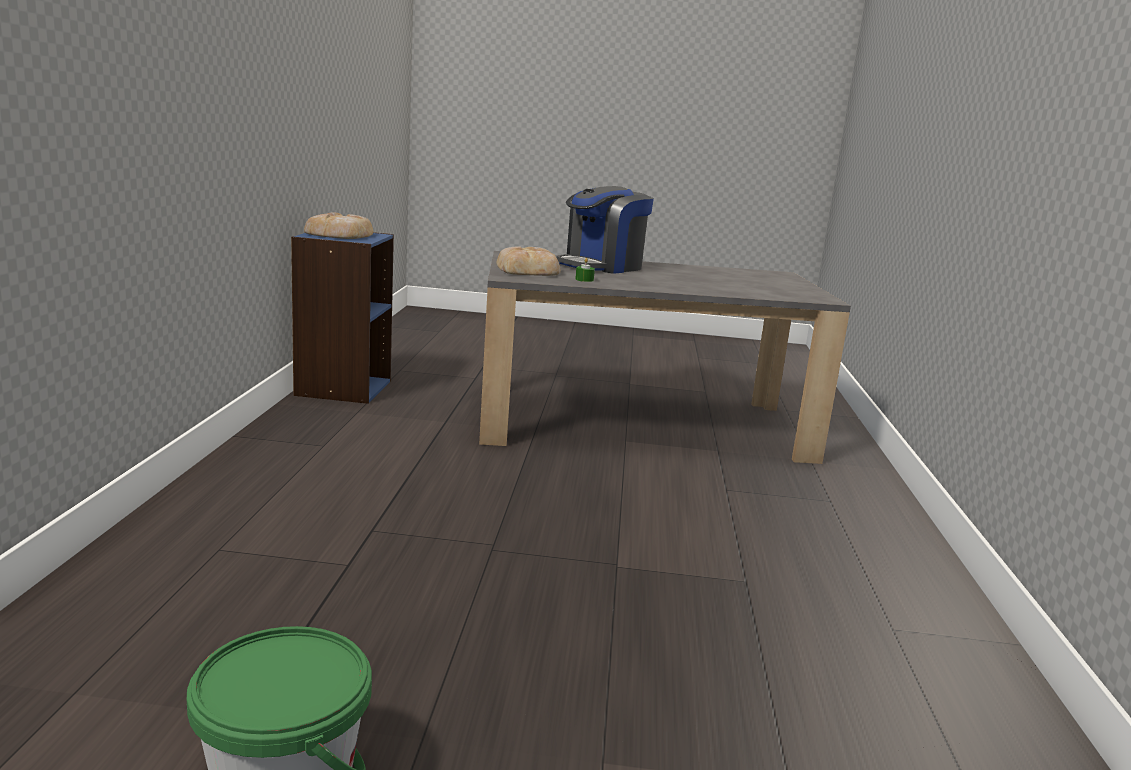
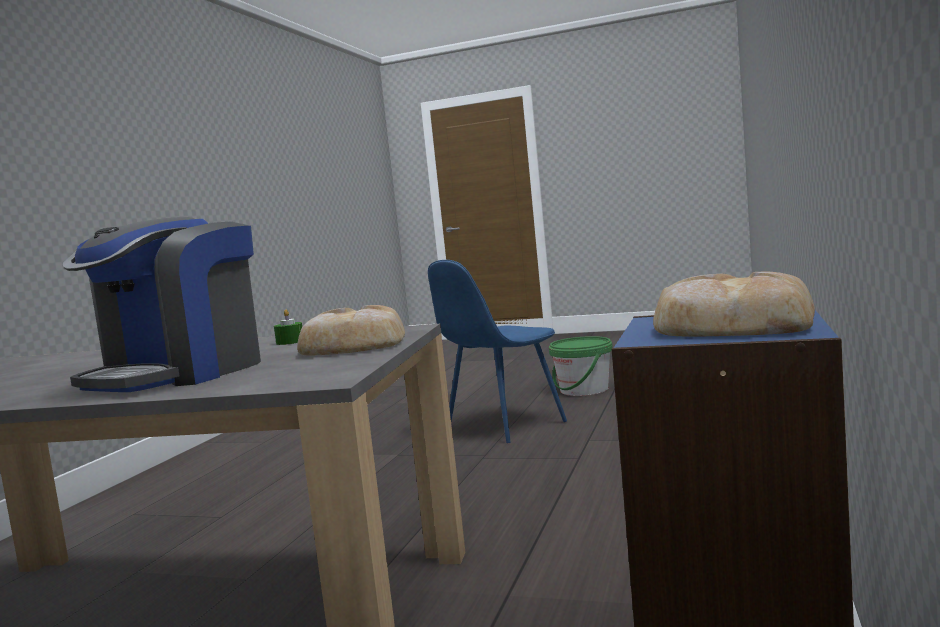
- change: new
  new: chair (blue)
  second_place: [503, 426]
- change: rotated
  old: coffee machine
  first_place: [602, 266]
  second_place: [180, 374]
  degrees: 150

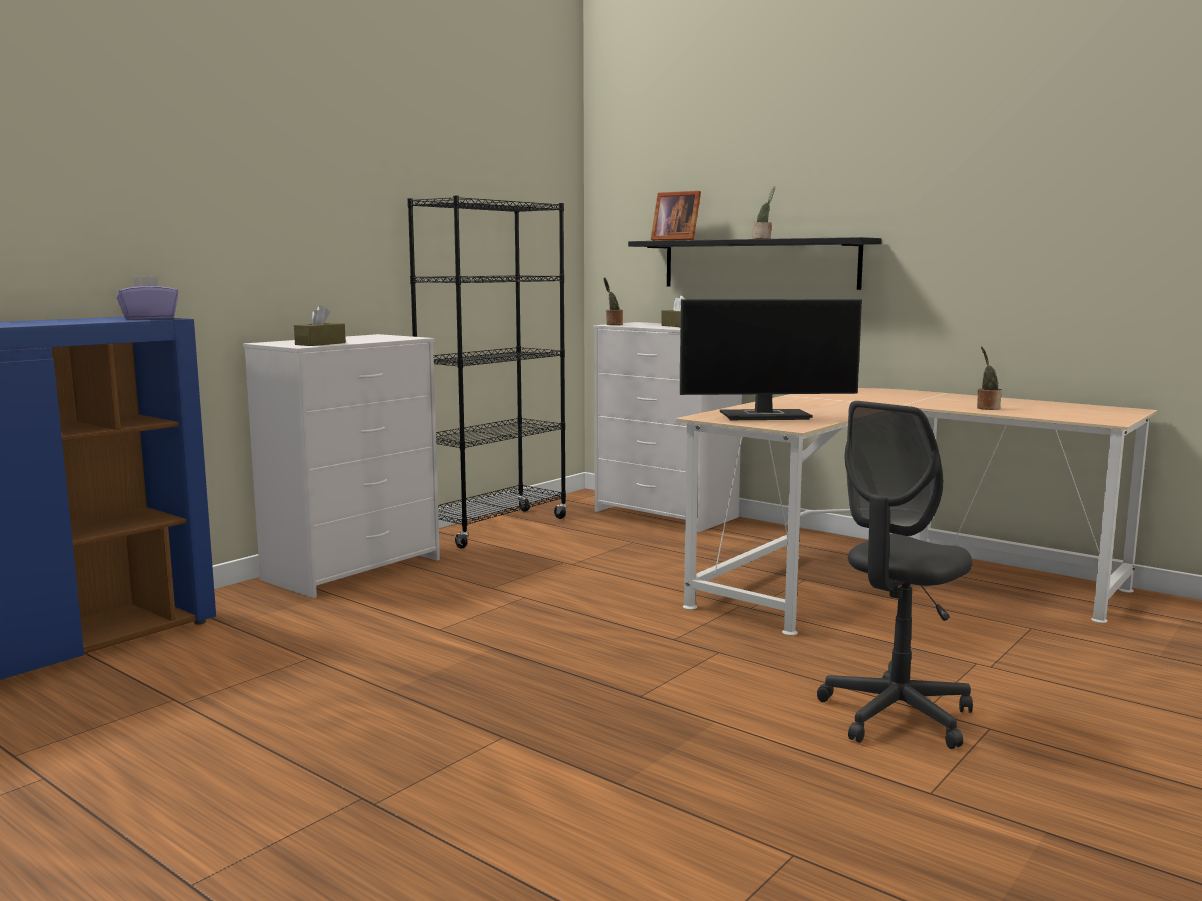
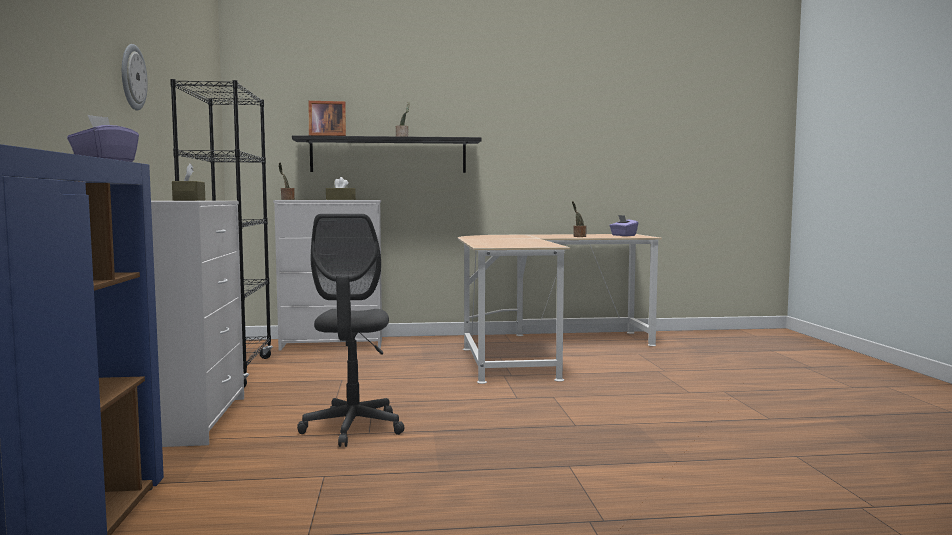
- change: gone
  old: monitor
  first_place: [766, 416]
- change: new
  new: wall clock
  second_place: [132, 77]
- change: new
  new: tissue box (purple)
  second_place: [623, 235]
- change: shifted
  old: office chair (grey)
  first_place: [896, 716]
  second_place: [353, 428]

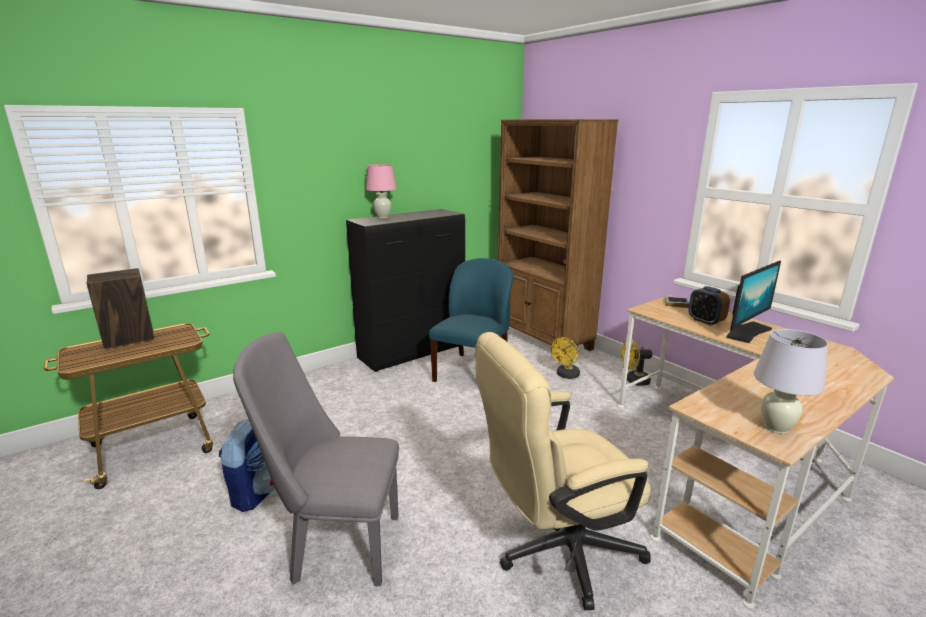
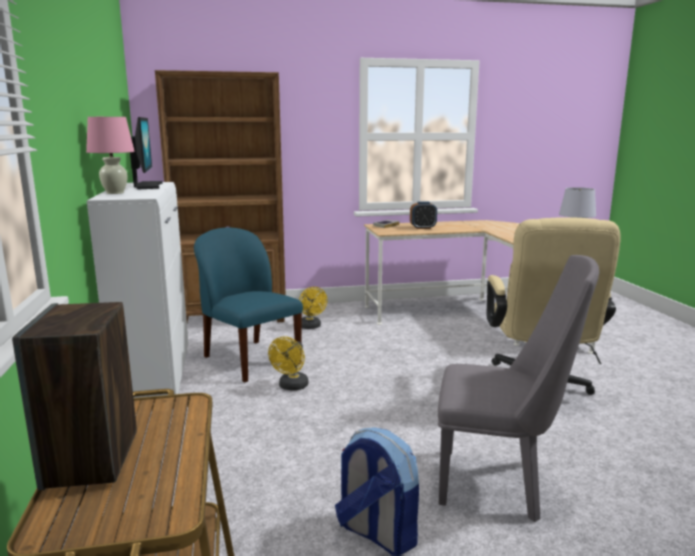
- change: shifted
  old: fan (yellow)
  first_place: [633, 381]
  second_place: [291, 387]
- change: shifted
  old: monitor
  first_place: [746, 332]
  second_place: [147, 186]
- change: repainted
  old: cabinet (black)
  new: cabinet (white)
  first_place: [413, 352]
  second_place: [155, 380]
- change: rotated
  old: chair (grey)
  first_place: [337, 546]
  second_place: [500, 484]
  degrees: -105

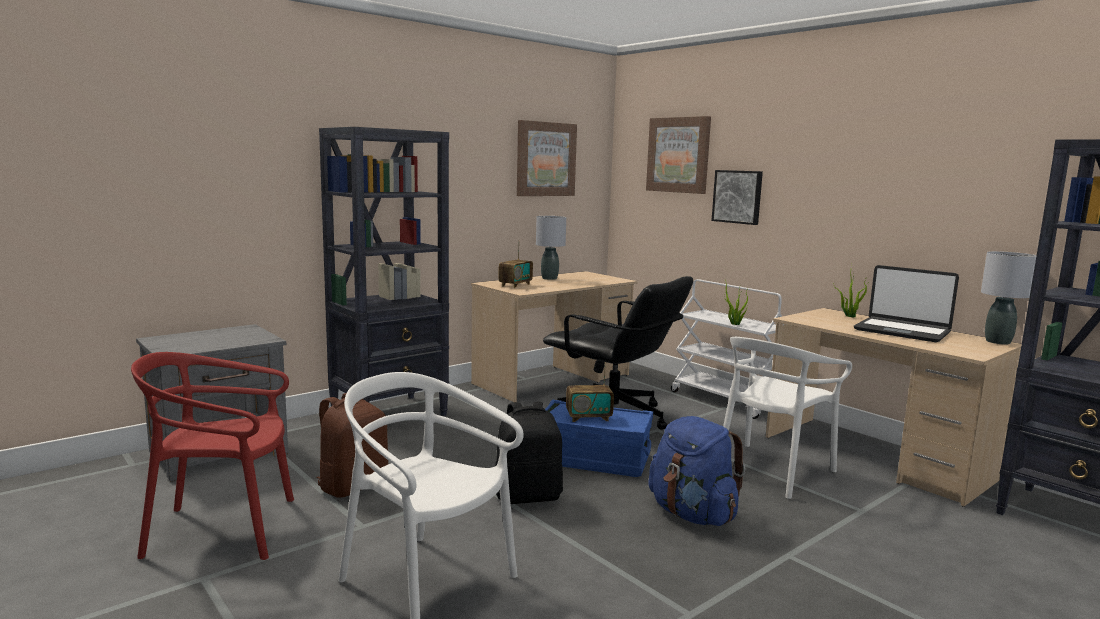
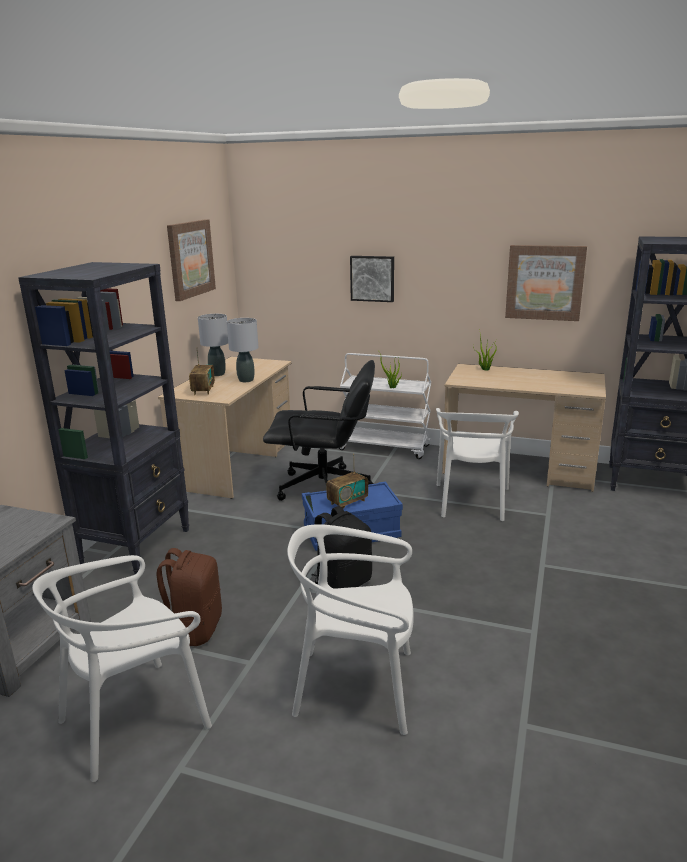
- change: gone
  old: backpack (blue)
  first_place: [692, 514]
- change: gone
  old: laptop
  first_place: [902, 331]
- change: shifted
  old: picture
  first_place: [678, 155]
  second_place: [545, 282]
- change: shifted
  old: table lamp (grey)
  first_place: [998, 342]
  second_place: [246, 380]
- change: repainted
  old: chair (red)
  new: chair (white)
  first_place: [223, 530]
  second_place: [135, 719]

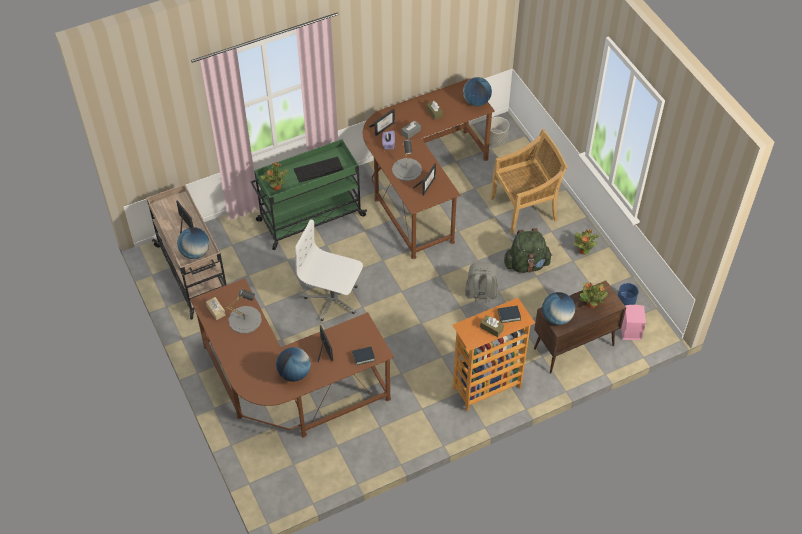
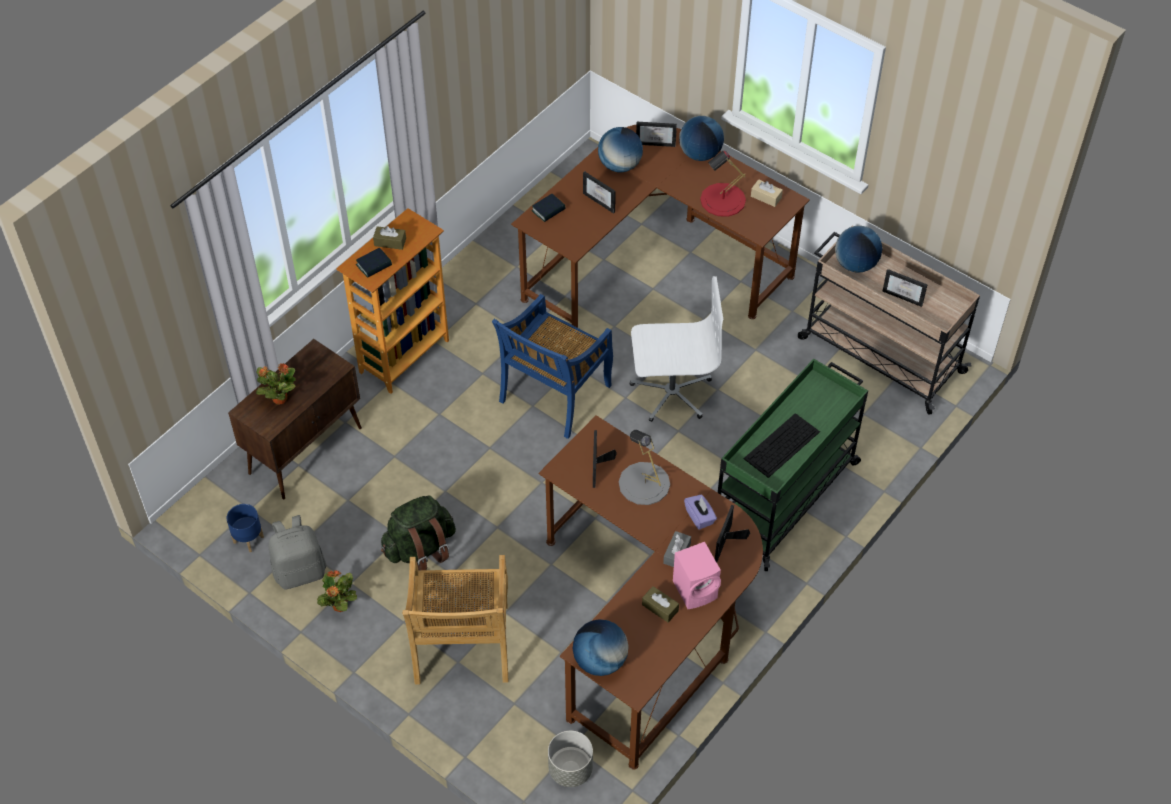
- change: gone
  old: potted plant
  first_place: [276, 187]
- change: new
  new: chair (blue)
  second_place: [554, 395]
- change: new
  new: picture frame
  second_place: [656, 142]
- change: shifted
  old: backpack (grey)
  first_place: [480, 295]
  second_place: [300, 571]
- change: shifted
  old: globe
  first_place: [556, 318]
  second_place: [700, 154]
- change: shifted
  old: speaker (pink)
  first_place: [629, 331]
  second_place: [696, 589]
- change: repainted
  old: table lamp (grey)
  new: table lamp (red)
  first_place: [245, 319]
  second_place: [723, 200]
- change: rotated
  old: chair (beige)
  first_place: [525, 208]
  second_place: [462, 646]
  degrees: -45

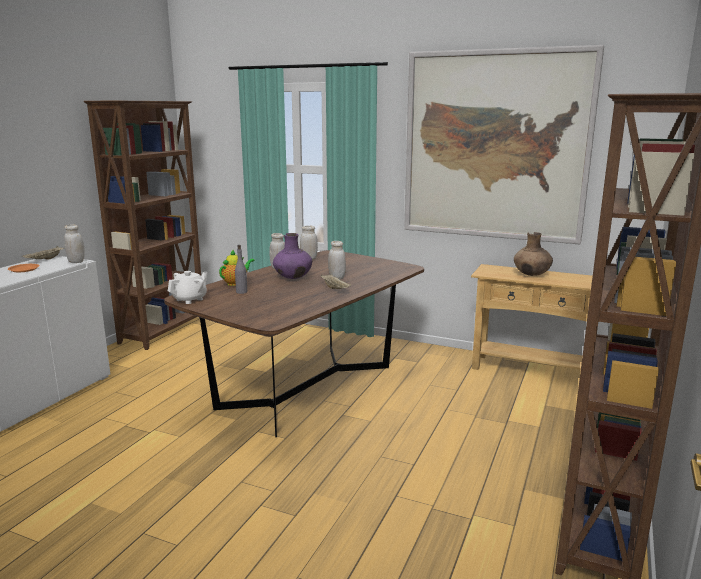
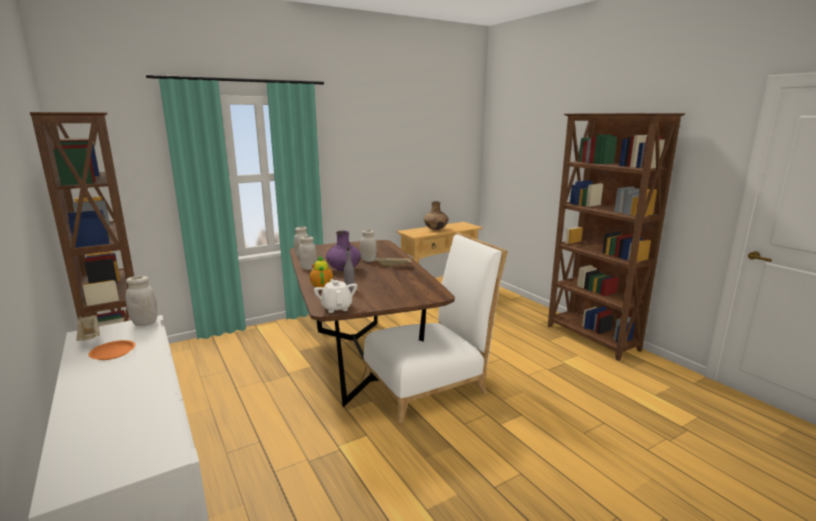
- change: gone
  old: picture
  first_place: [495, 146]
- change: new
  new: chair (white)
  second_place: [430, 383]

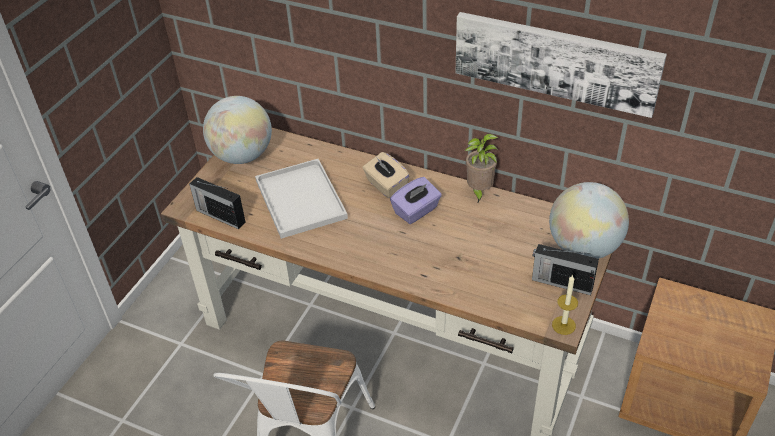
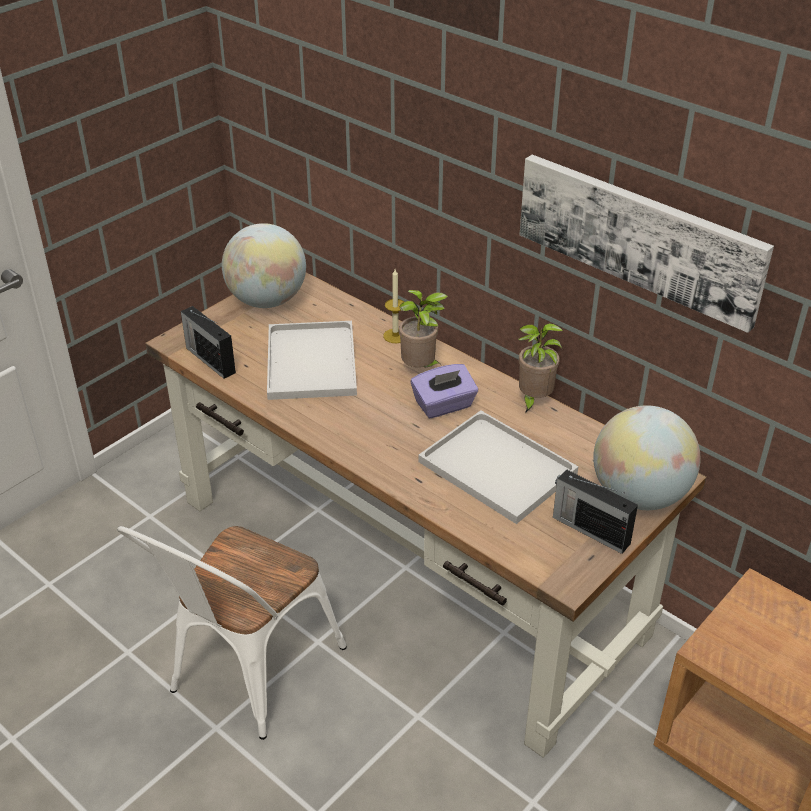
- change: new
  new: tray (white)
  second_place: [500, 468]
- change: shifted
  old: candle
  first_place: [563, 325]
  second_place: [395, 336]
- change: swapped
  old: tissue box (beige)
  new: potted plant
  first_place: [386, 185]
  second_place: [420, 369]

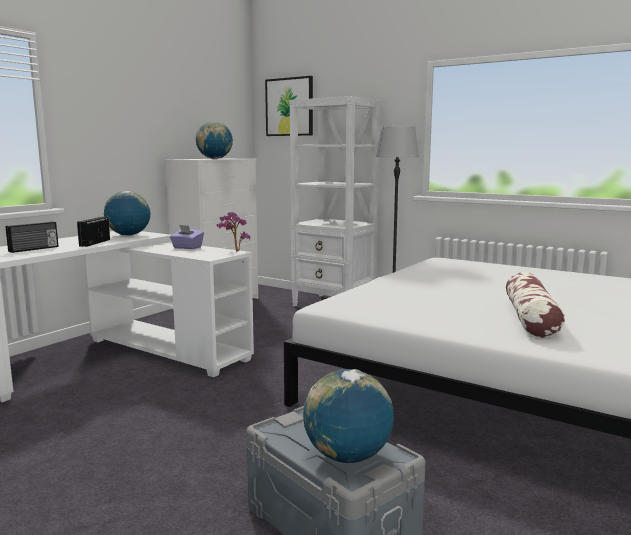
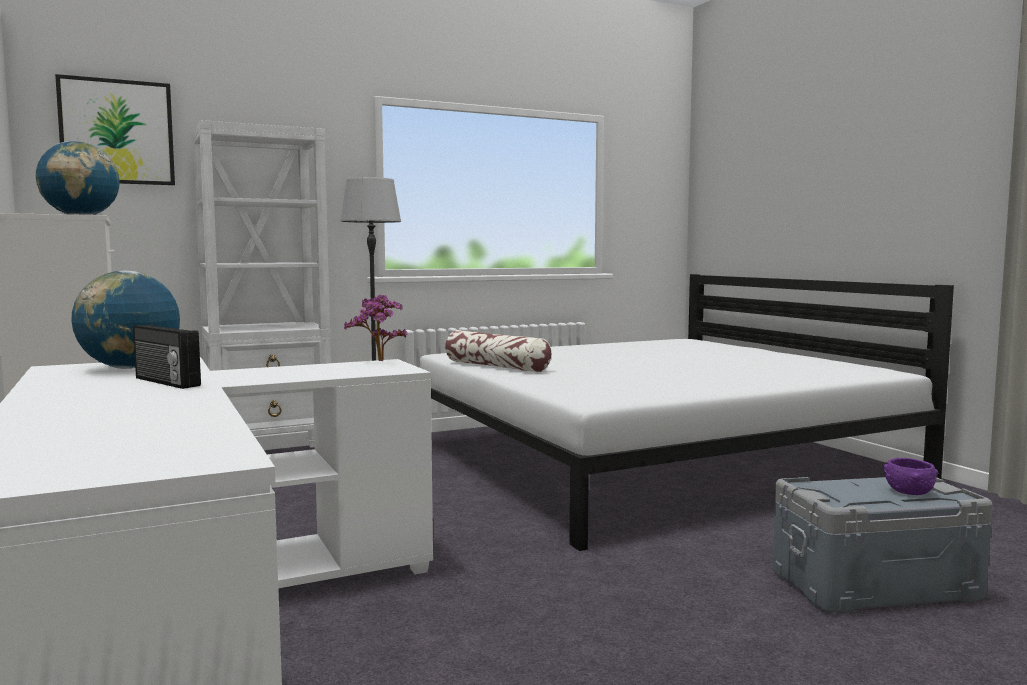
- change: gone
  old: radio
  first_place: [34, 249]
- change: gone
  old: tissue box (purple)
  first_place: [187, 247]
- change: shifted
  old: pillow
  first_place: [530, 318]
  second_place: [496, 366]
- change: swapped
  old: globe
  new: bowl (purple)
  first_place: [347, 457]
  second_place: [909, 491]

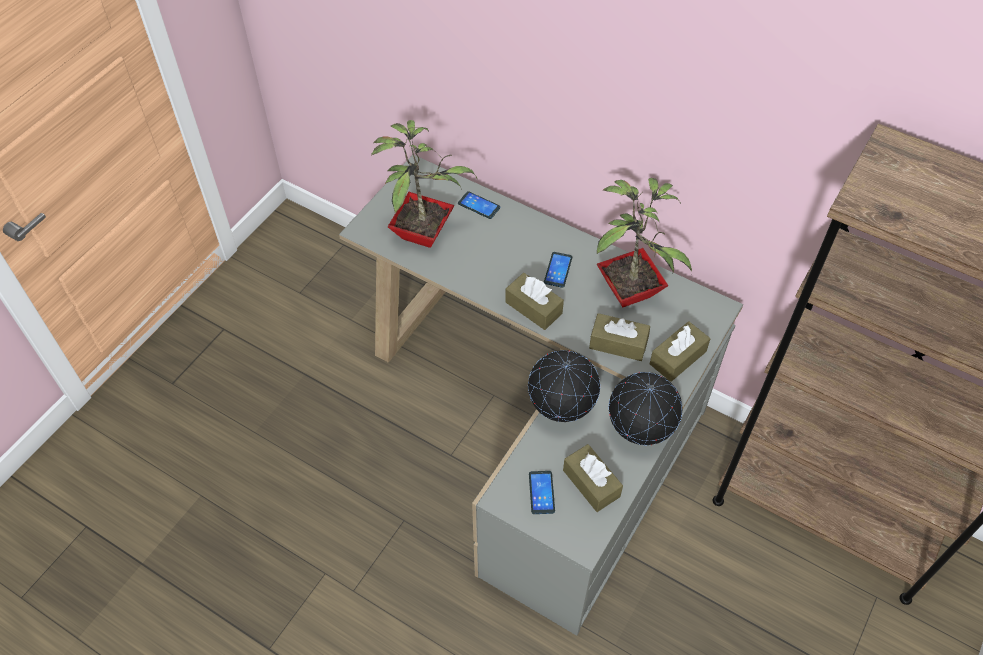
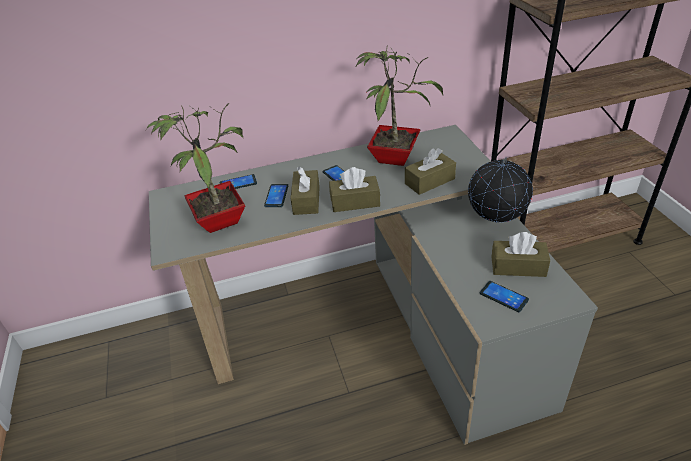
- change: gone
  old: globe
  first_place: [561, 410]
- change: new
  new: phone
  second_place: [276, 196]
- change: shifted
  old: tissue box (brown)
  first_place: [678, 358]
  second_place: [306, 200]

